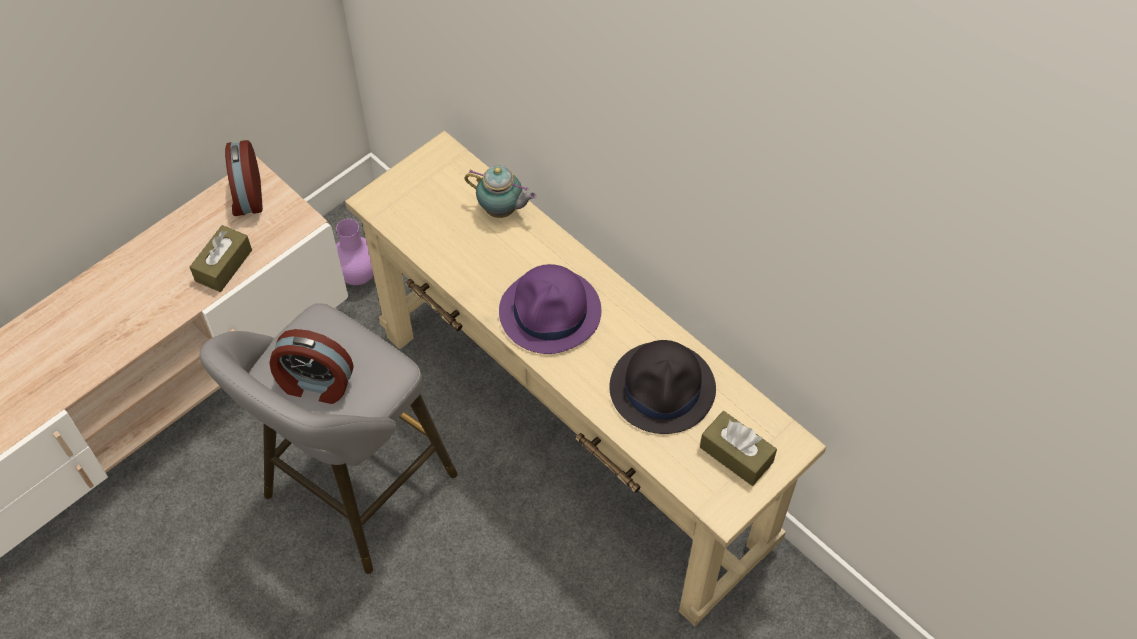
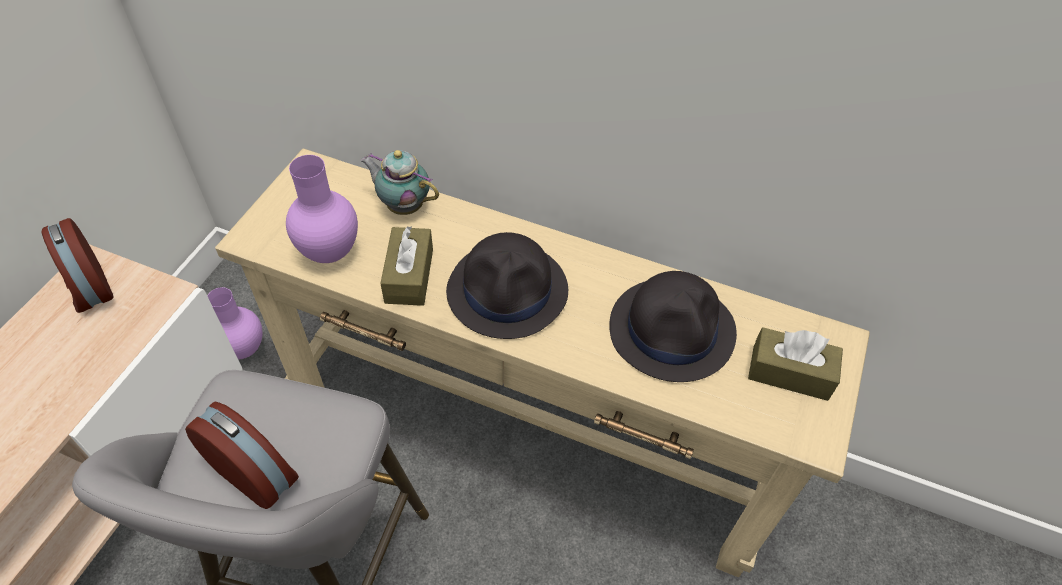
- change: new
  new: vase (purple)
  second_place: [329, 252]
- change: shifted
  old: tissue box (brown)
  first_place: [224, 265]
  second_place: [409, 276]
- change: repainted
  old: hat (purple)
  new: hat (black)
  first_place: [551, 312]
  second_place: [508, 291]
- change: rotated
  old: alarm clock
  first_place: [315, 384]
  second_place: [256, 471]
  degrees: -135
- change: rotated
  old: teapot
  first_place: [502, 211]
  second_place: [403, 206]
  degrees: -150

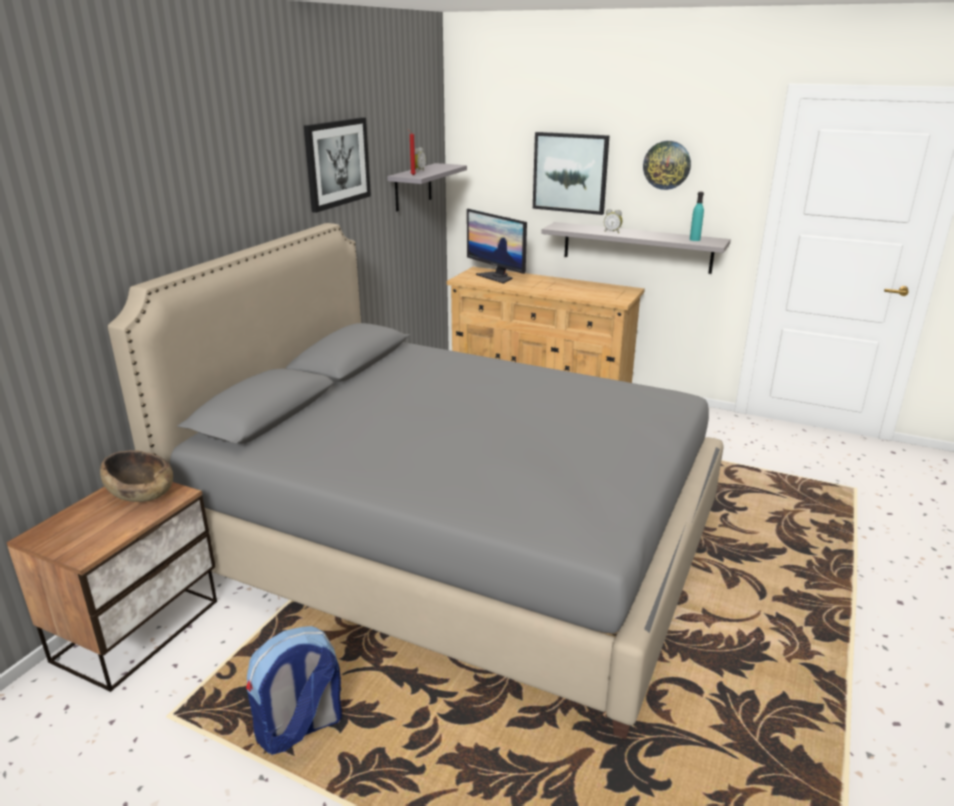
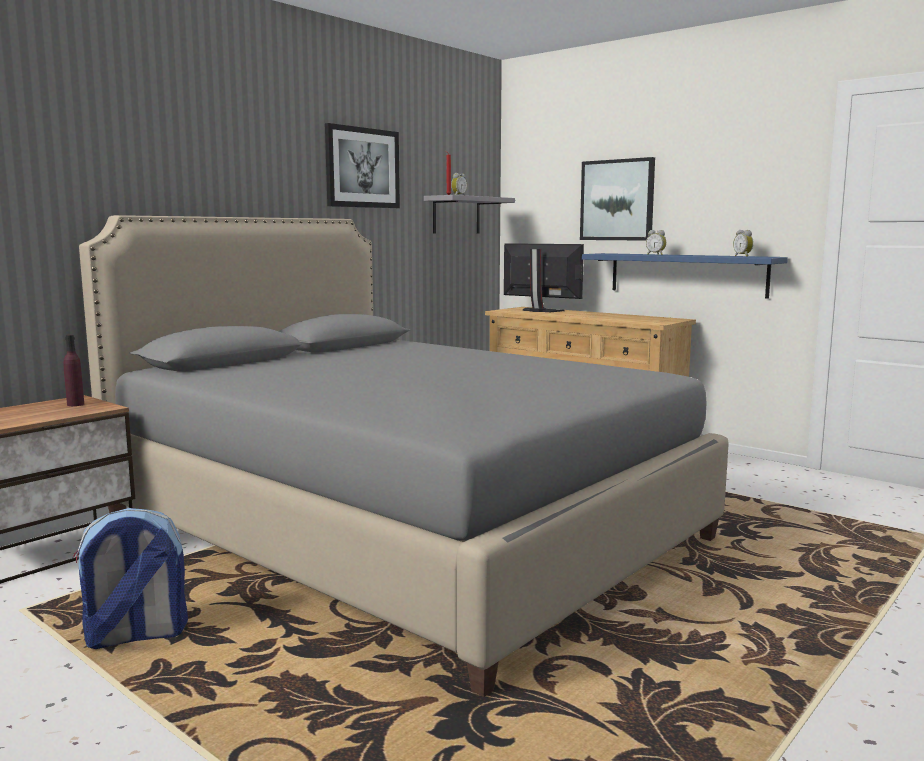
- change: gone
  old: wall clock
  first_place: [667, 165]
- change: swapped
  old: bowl (brown)
  new: bottle (purple)
  first_place: [141, 492]
  second_place: [75, 404]
- change: swapped
  old: bottle (turquoise)
  new: alarm clock
  first_place: [694, 239]
  second_place: [743, 256]
- change: repainted
  old: shelf (grey)
  new: shelf (blue)
  first_place: [636, 247]
  second_place: [686, 274]
- change: rotated
  old: monitor
  first_place: [497, 277]
  second_place: [540, 310]
  degrees: 150

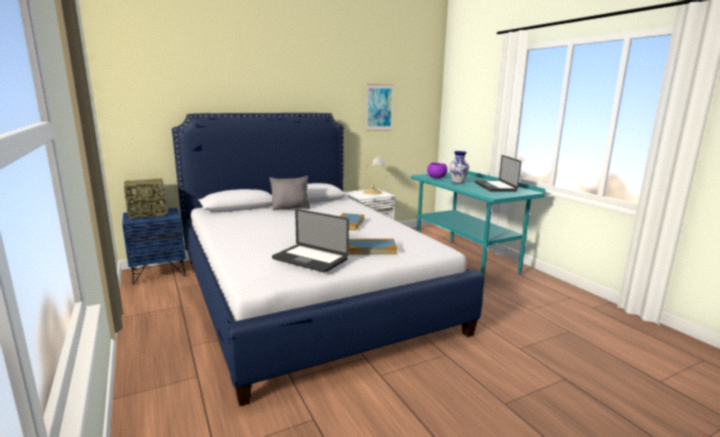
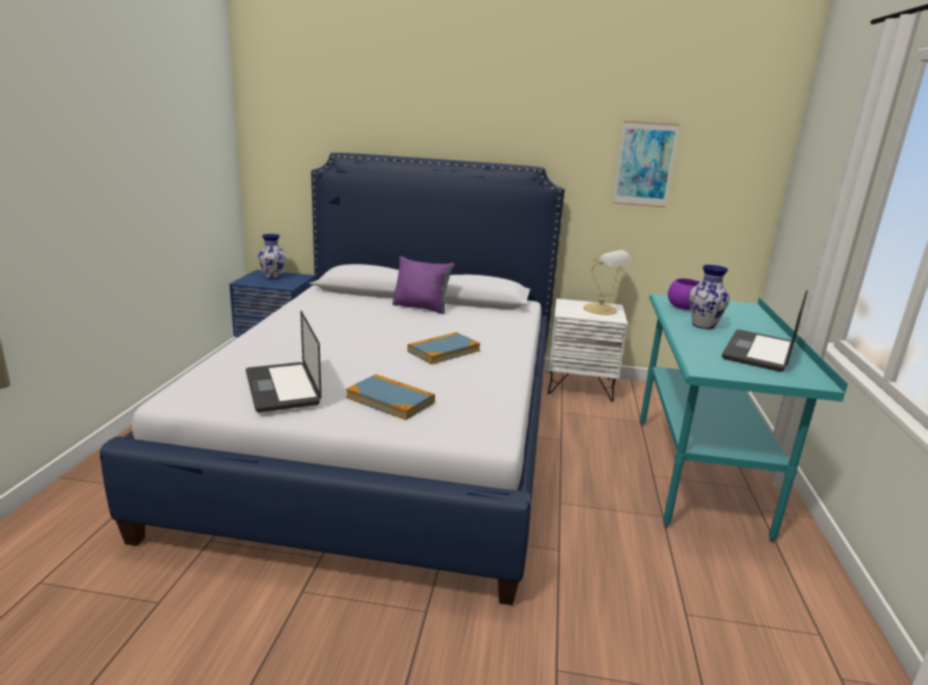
- change: swapped
  old: radio
  new: vase
  first_place: [148, 214]
  second_place: [273, 277]
- change: repainted
  old: pillow (grey)
  new: pillow (purple)
  first_place: [291, 208]
  second_place: [421, 307]

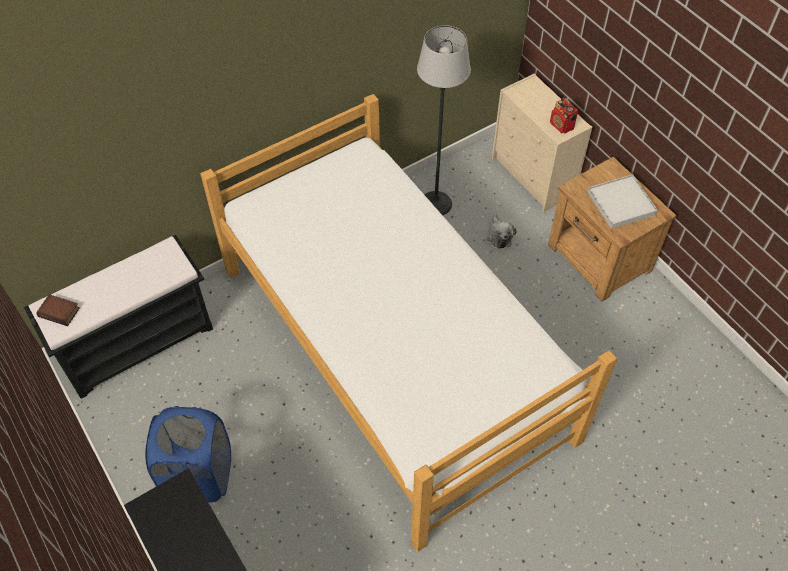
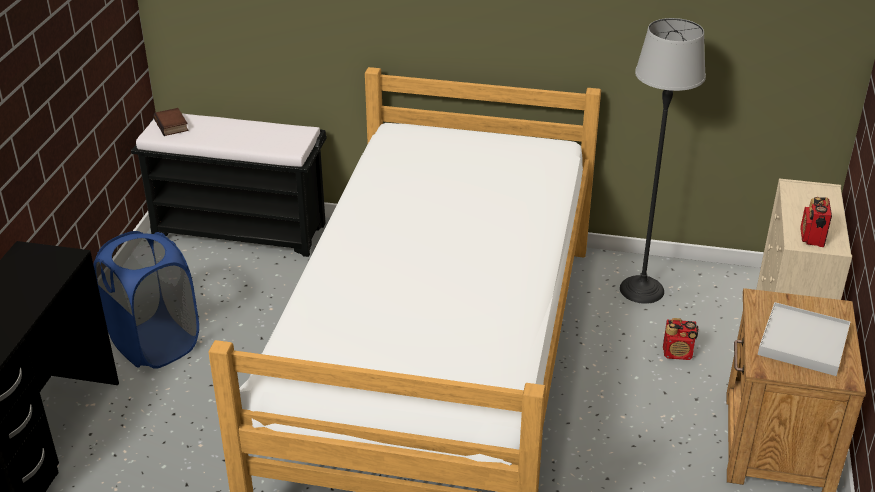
- change: swapped
  old: plush toy
  new: radio
  first_place: [499, 236]
  second_place: [678, 353]

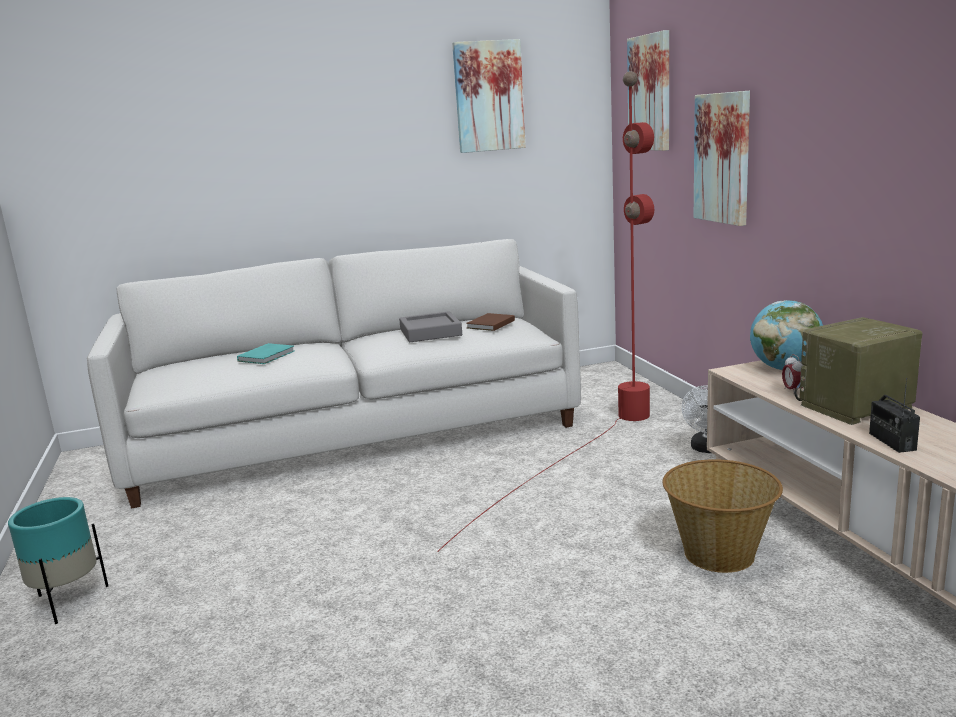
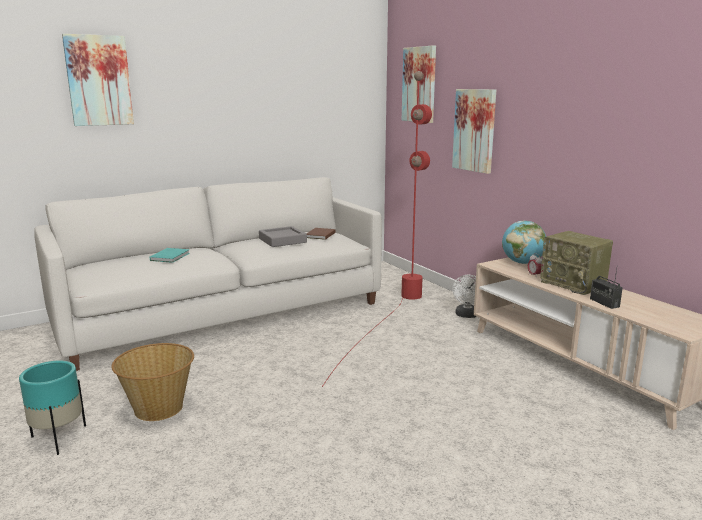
- change: shifted
  old: picture
  first_place: [488, 96]
  second_place: [99, 80]
- change: shifted
  old: basket
  first_place: [719, 555]
  second_place: [158, 409]
- change: rotated
  old: radio
  first_place: [855, 407]
  second_place: [574, 284]
  degrees: -90

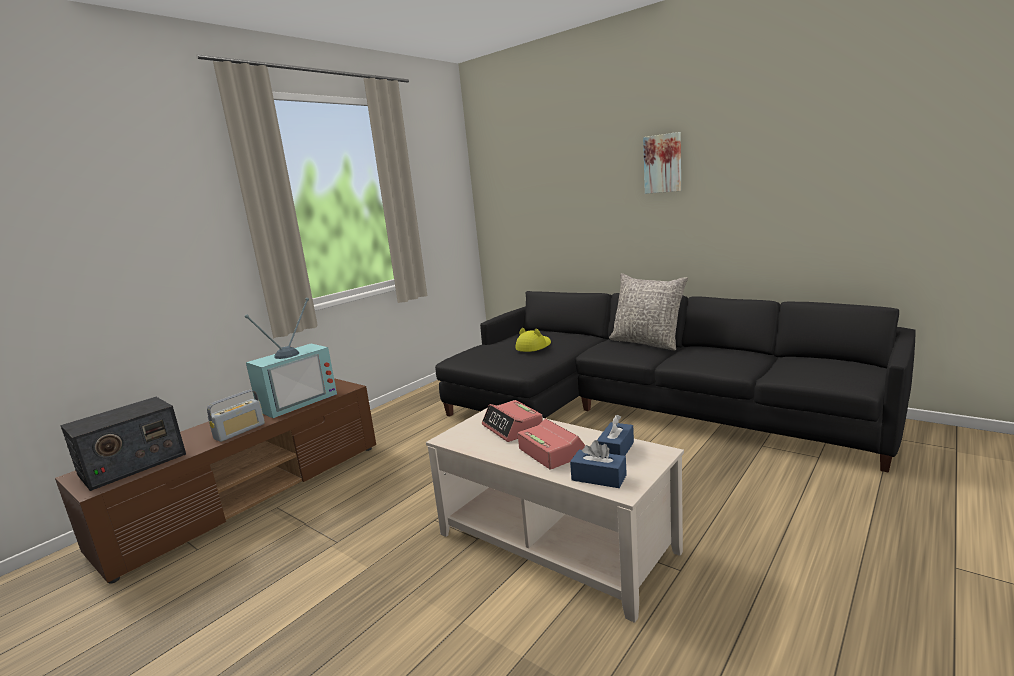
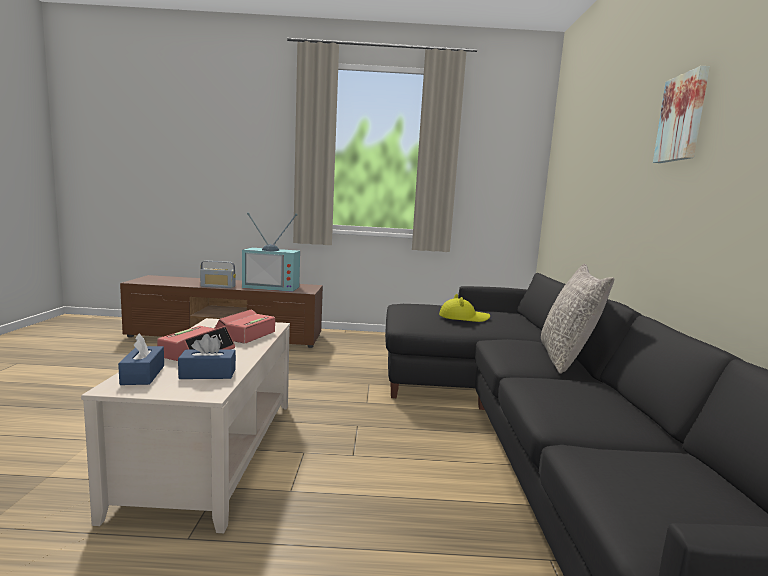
- change: gone
  old: radio
  first_place: [132, 465]

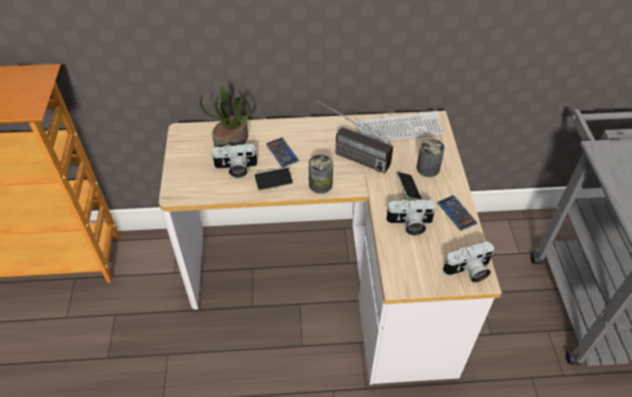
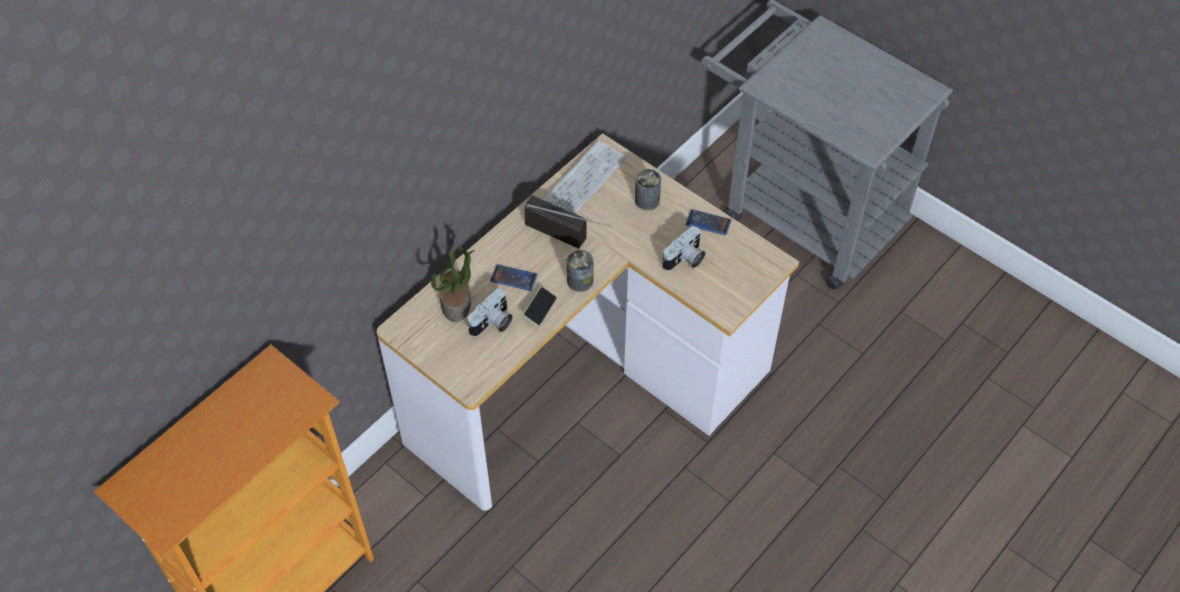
- change: gone
  old: phone
  first_place: [408, 189]
- change: gone
  old: photo camera
  first_place: [468, 271]
- change: rotated
  old: radio
  first_place: [348, 155]
  second_place: [571, 237]
  degrees: -135

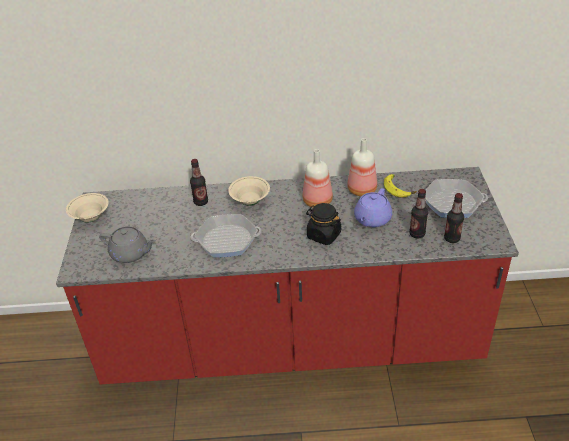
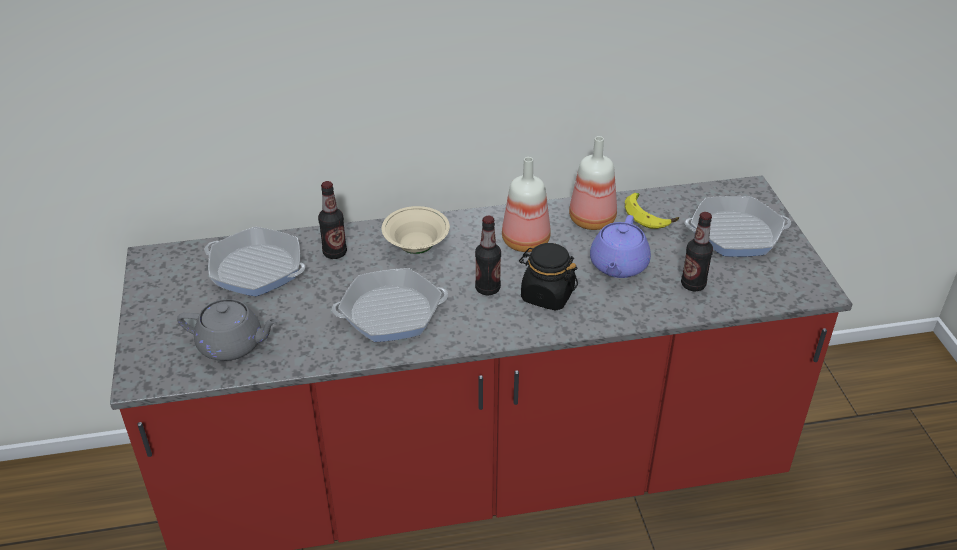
- change: gone
  old: bowl (beige)
  first_place: [91, 218]
- change: new
  new: frying pan
  second_place: [256, 268]
- change: shifted
  old: bottle
  first_place: [452, 238]
  second_place: [487, 288]

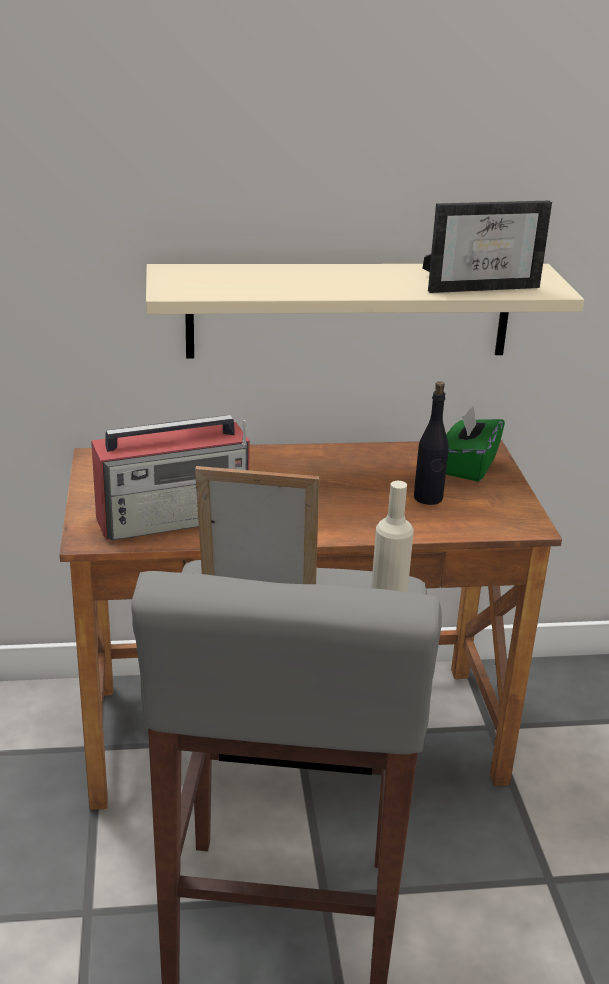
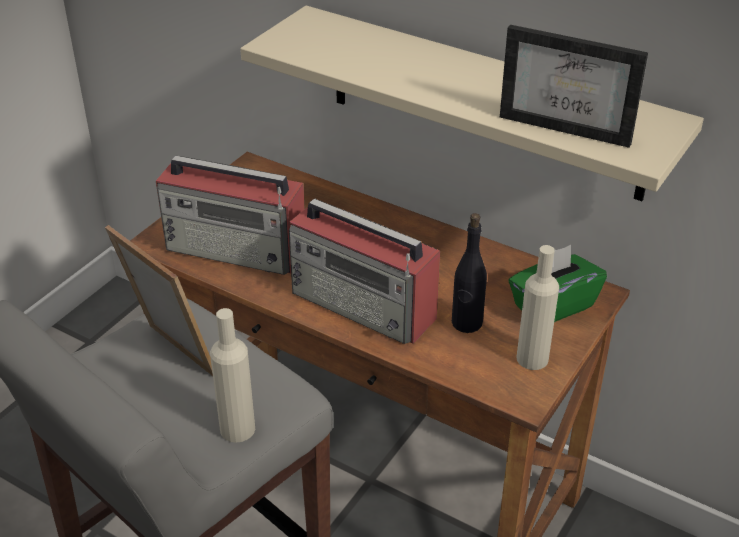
- change: new
  new: radio
  second_place: [364, 305]
- change: new
  new: bottle (beige)
  second_place: [532, 358]

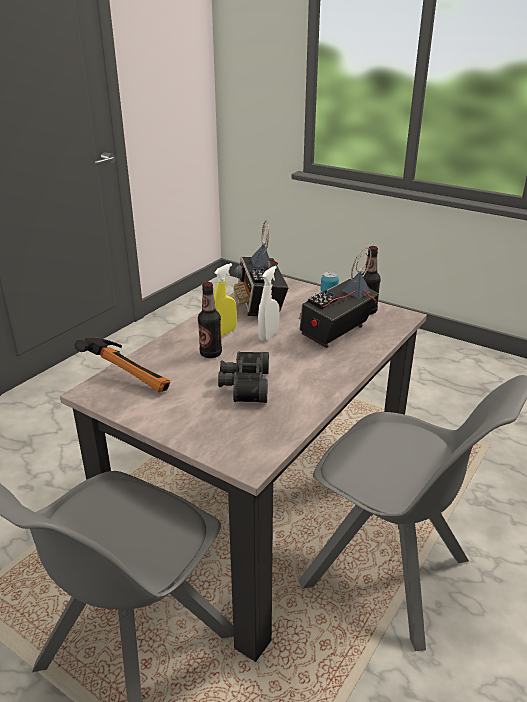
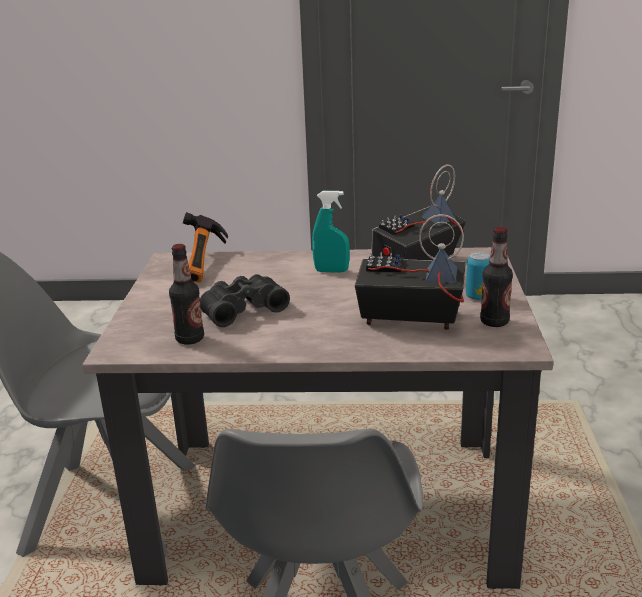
- change: gone
  old: spray bottle (white)
  first_place: [268, 336]
- change: shifted
  old: bottle
  first_place: [211, 354]
  second_place: [190, 339]
- change: repainted
  old: spray bottle (yellow)
  new: spray bottle (turquoise)
  first_place: [225, 332]
  second_place: [331, 271]

